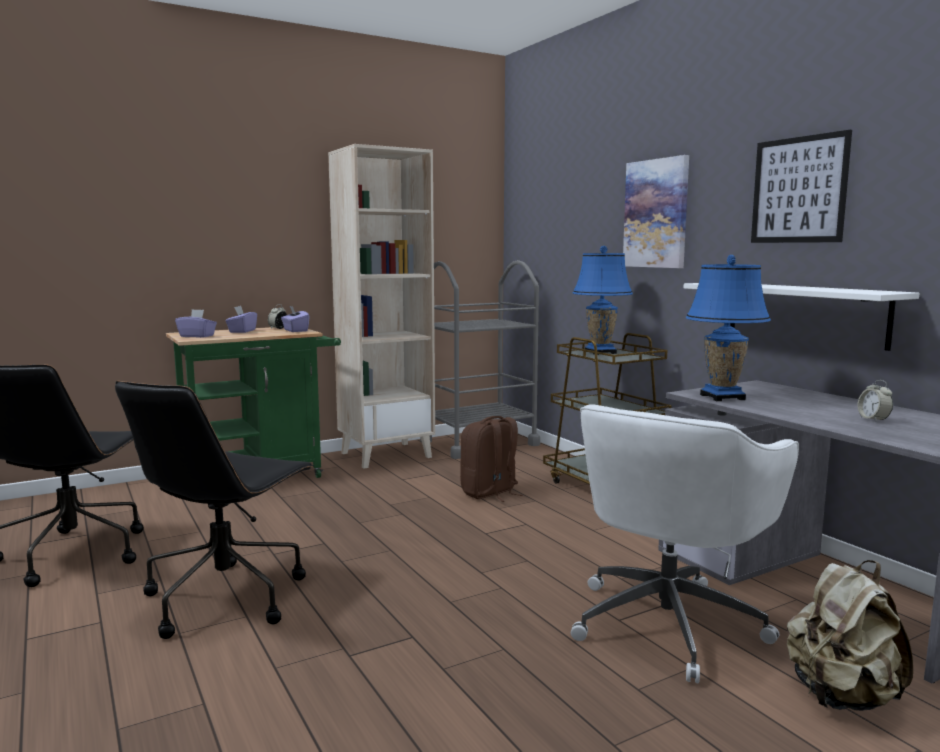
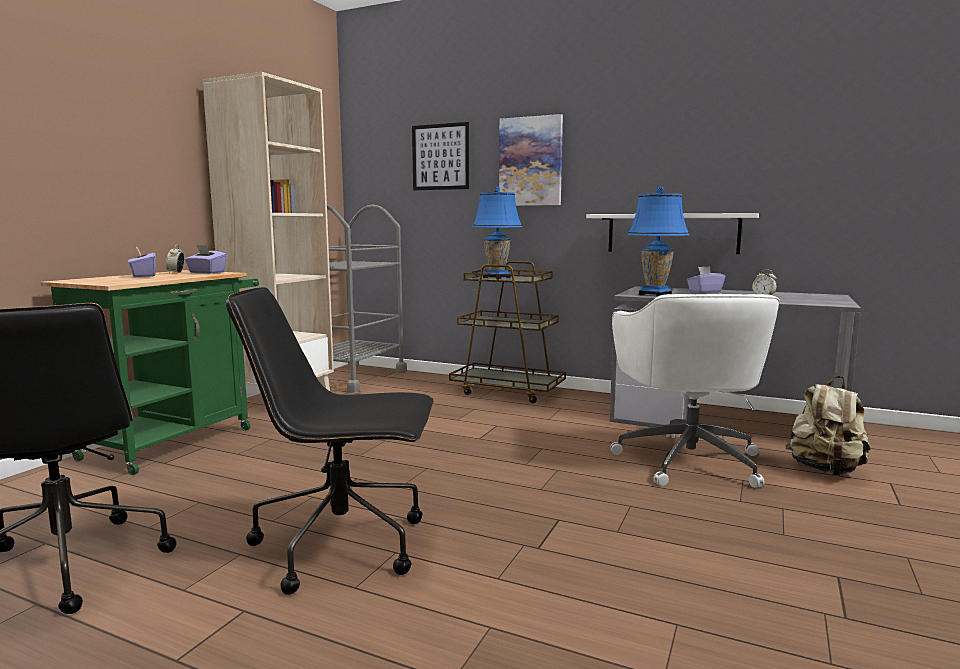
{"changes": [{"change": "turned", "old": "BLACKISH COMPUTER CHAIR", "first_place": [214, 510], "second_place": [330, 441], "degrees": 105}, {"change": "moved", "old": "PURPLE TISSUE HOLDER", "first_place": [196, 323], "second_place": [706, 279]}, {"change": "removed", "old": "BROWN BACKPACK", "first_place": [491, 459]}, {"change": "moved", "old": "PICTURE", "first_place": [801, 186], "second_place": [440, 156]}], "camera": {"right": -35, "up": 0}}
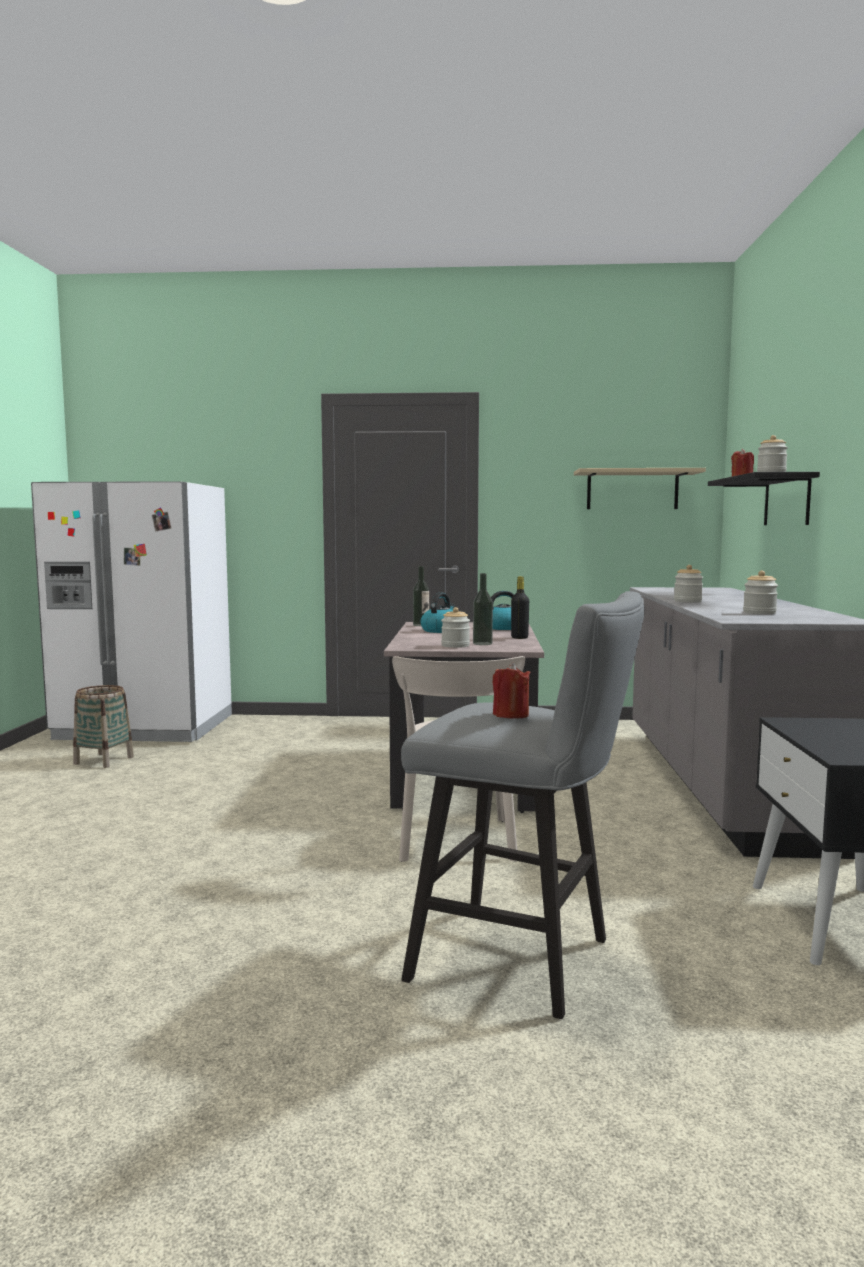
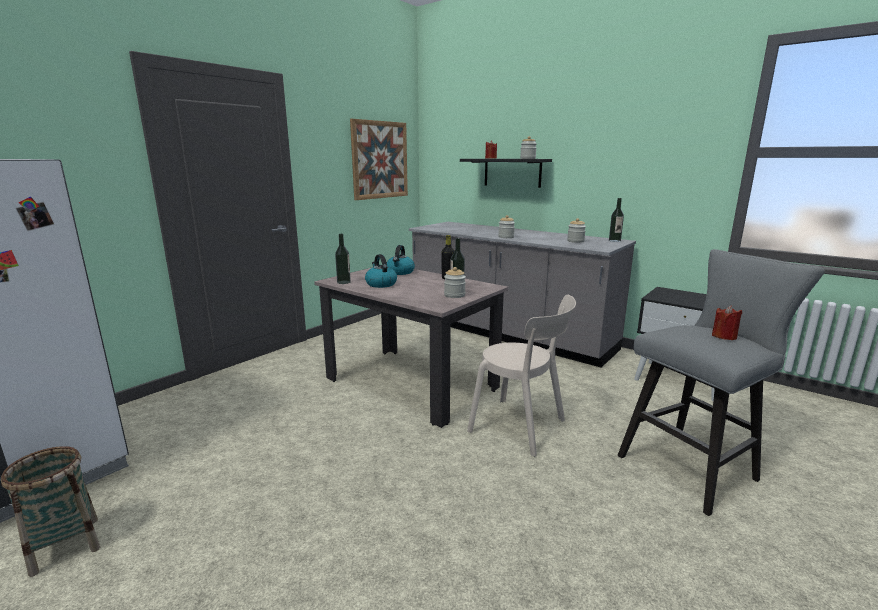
{"changes": [{"change": "replaced", "old": "BEIGE WALL SHELF", "new": "PICTURE", "first_place": [640, 488], "second_place": [379, 159]}, {"change": "added", "new": "DRINK BOTTLE", "second_place": [616, 220]}], "camera": {"right": -55, "up": 10}}
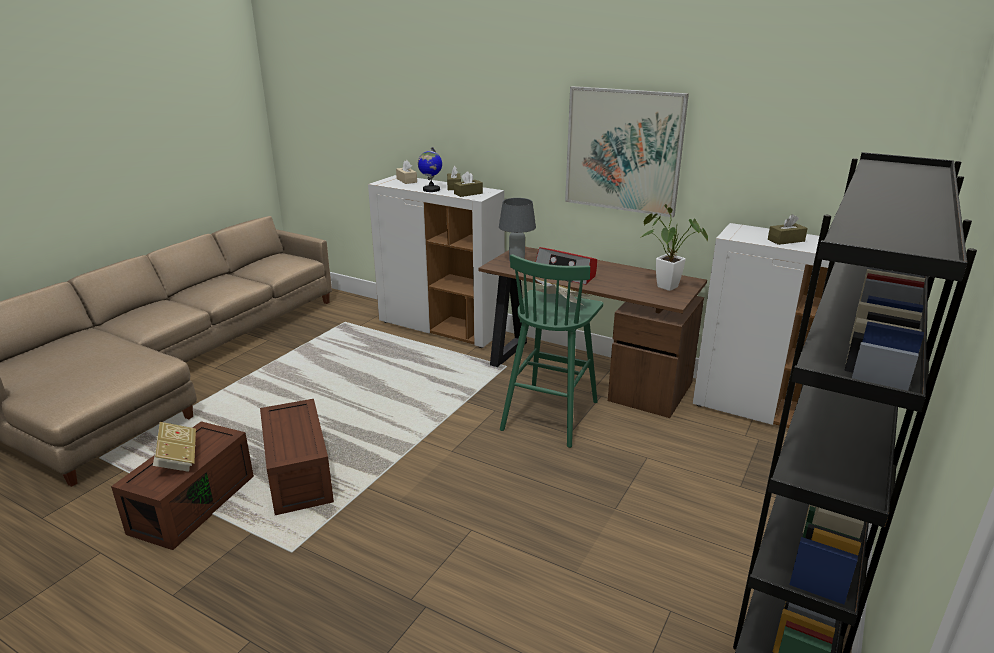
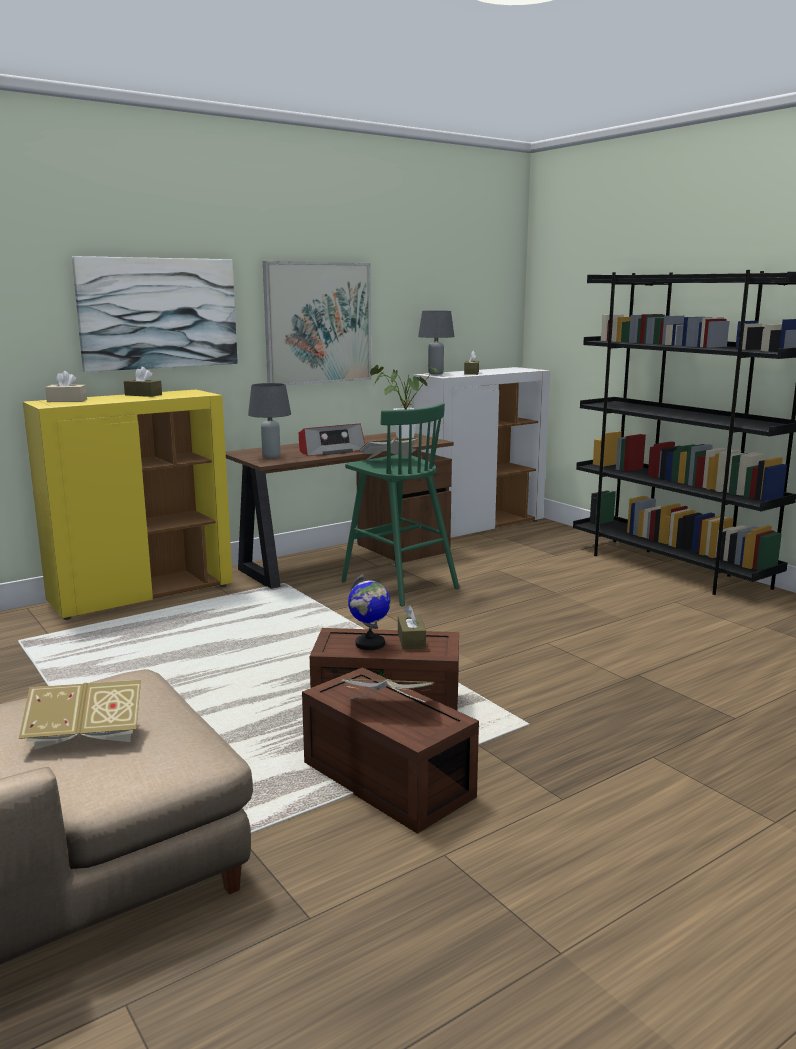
{"changes": [{"change": "recoloured", "old": "WHITE STORAGE CABINET", "new": "YELLOW STORAGE CABINET", "first_place": [436, 261], "second_place": [128, 505]}, {"change": "moved", "old": "WORLD GLOBE", "first_place": [430, 169], "second_place": [369, 612]}, {"change": "moved", "old": "BROWN TISSUE HOLDER", "first_place": [468, 184], "second_place": [412, 627]}, {"change": "added", "new": "VOLUME", "second_place": [80, 715]}, {"change": "added", "new": "PICTURE", "second_place": [155, 314]}, {"change": "added", "new": "GREYISH TABLETOP LAMP", "second_place": [436, 342]}], "camera": {"right": -65, "up": -10}}
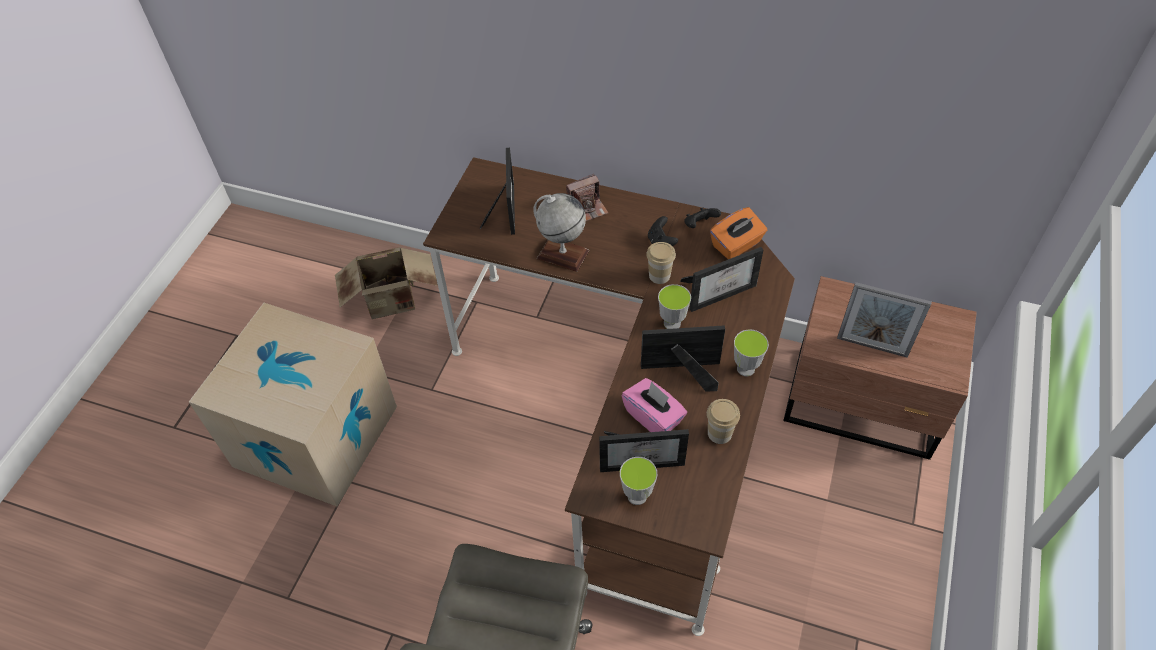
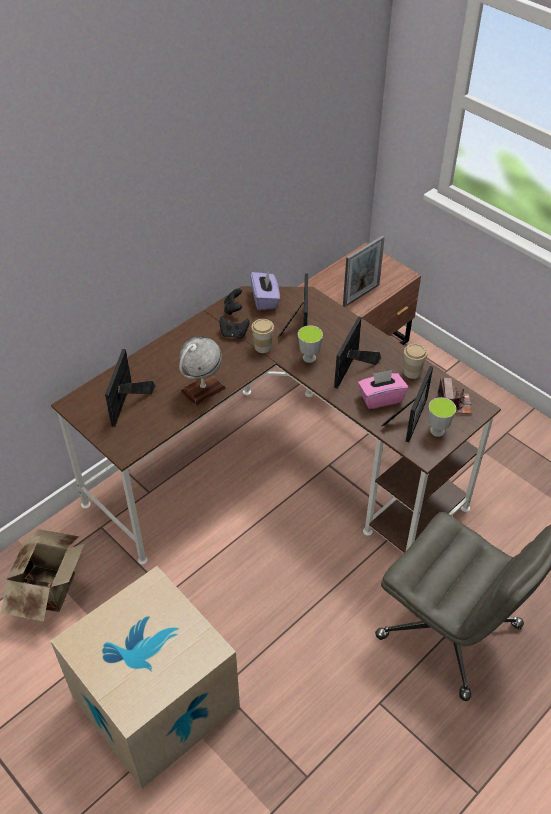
{"changes": [{"change": "turned", "old": "STANDING FRAME", "first_place": [497, 191], "second_place": [130, 388], "degrees": -105}, {"change": "moved", "old": "STILL CAMERA", "first_place": [587, 197], "second_place": [454, 396]}, {"change": "recoloured", "old": "ORANGE-COLOURED TISSUE HOLDER", "new": "PURPLE TISSUE HOLDER", "first_place": [739, 233], "second_place": [265, 290]}, {"change": "removed", "old": "SMALL CUP", "first_place": [751, 352]}], "camera": {"right": -65, "up": -5}}
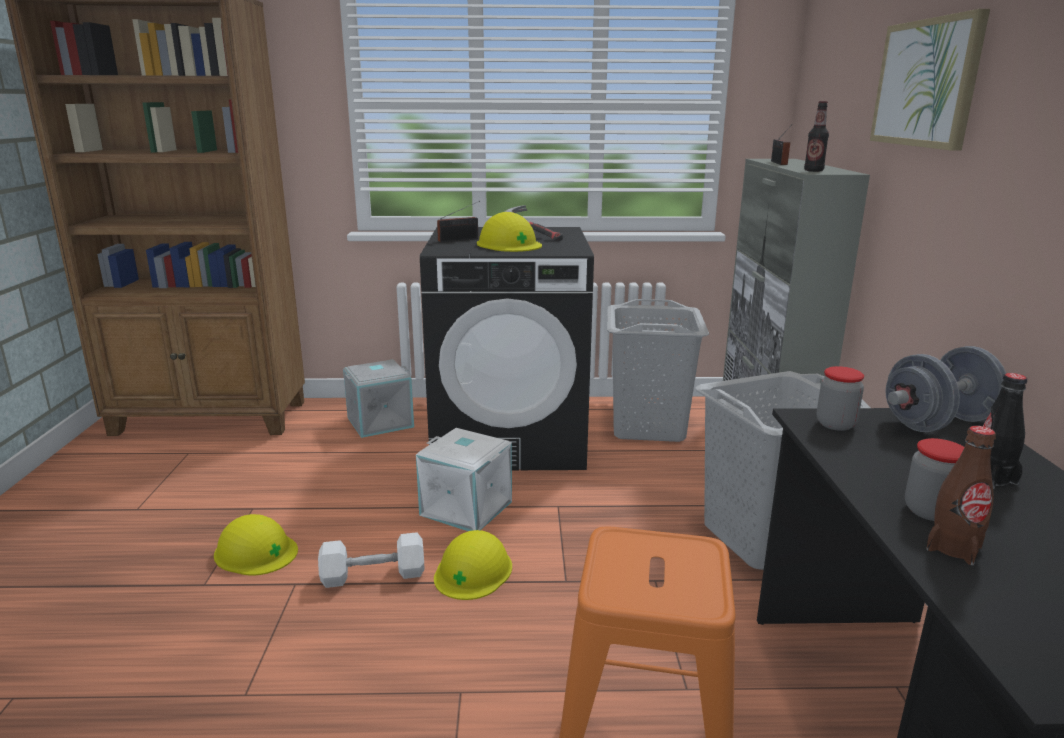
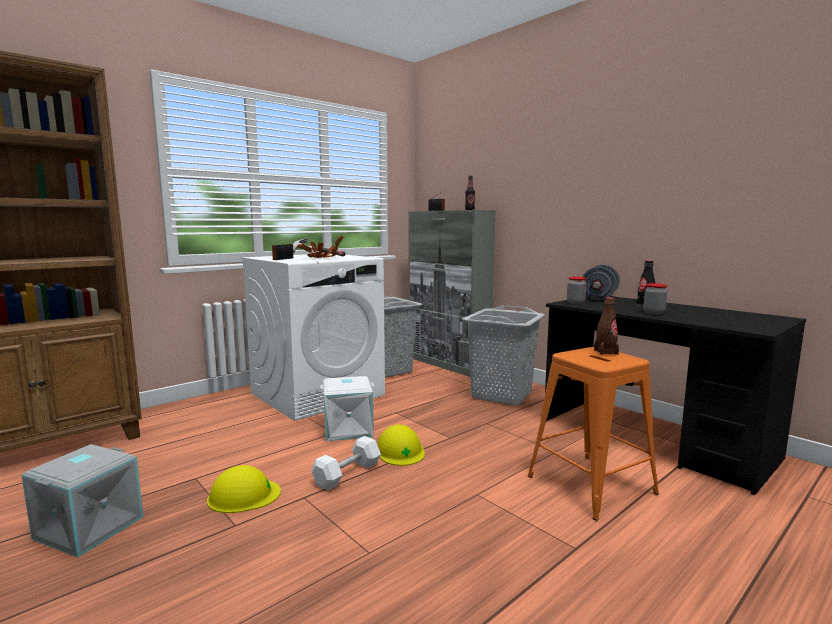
{"changes": [{"change": "moved", "old": "GREYISH STORAGE BOX", "first_place": [378, 399], "second_place": [82, 501]}, {"change": "recoloured", "old": "BLACKISH LAUNDRY MACHINE", "new": "WHITE LAUNDRY MACHINE", "first_place": [507, 348], "second_place": [313, 337]}, {"change": "replaced", "old": "YELLOW SAFETY HELMET", "new": "HOUSEPLANT", "first_place": [509, 232], "second_place": [320, 246]}, {"change": "removed", "old": "PICTURE", "first_place": [930, 80]}, {"change": "moved", "old": "BROWN DRINK BOTTLE", "first_place": [961, 495], "second_place": [606, 326]}], "camera": {"right": -40, "up": -10}}
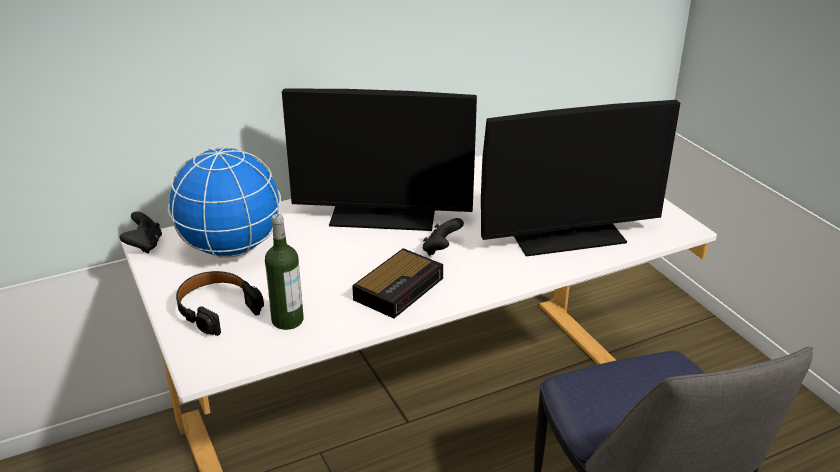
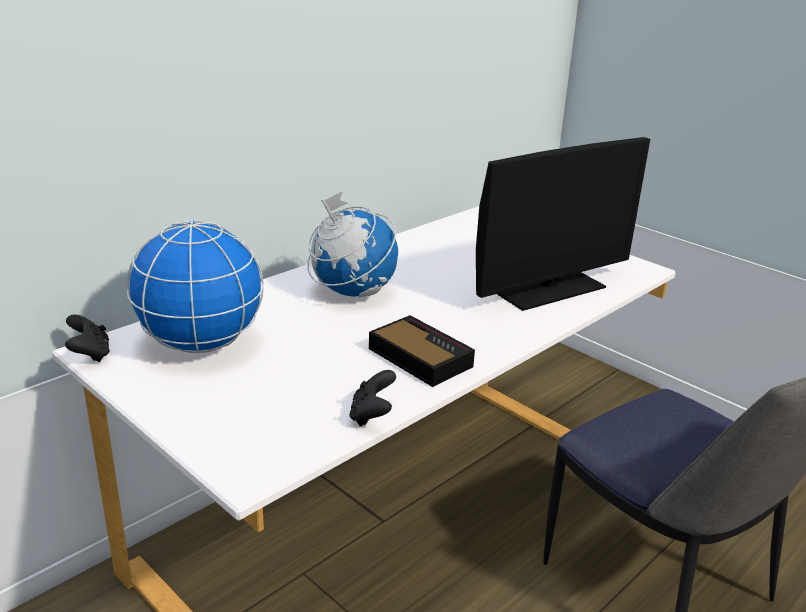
{"changes": [{"change": "removed", "old": "BLACKISH HEADPHONES", "first_place": [220, 303]}, {"change": "removed", "old": "DRINK BOTTLE", "first_place": [284, 272]}, {"change": "replaced", "old": "COMPUTER SCREEN", "new": "WORLD GLOBE", "first_place": [379, 159], "second_place": [352, 244]}, {"change": "turned", "old": "BEDSIDE CLOCK", "first_place": [397, 283], "second_place": [422, 351], "degrees": -60}, {"change": "moved", "old": "BLACKISH JOYPAD", "first_place": [443, 237], "second_place": [372, 398]}], "camera": {"right": -20, "up": -5}}
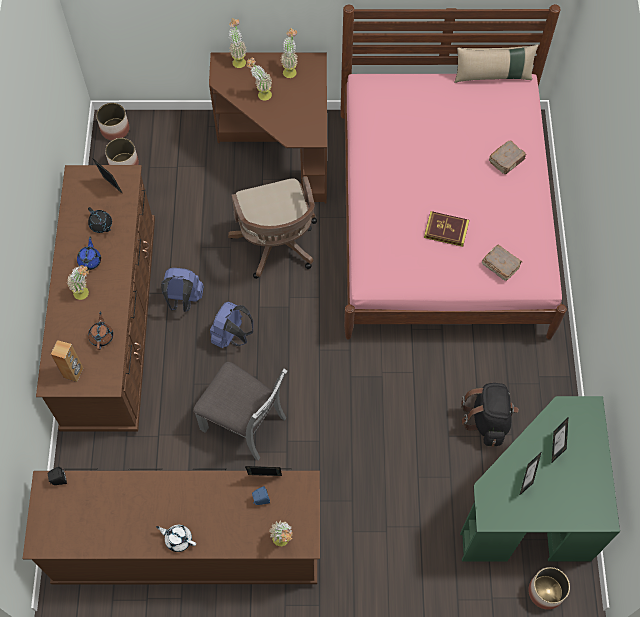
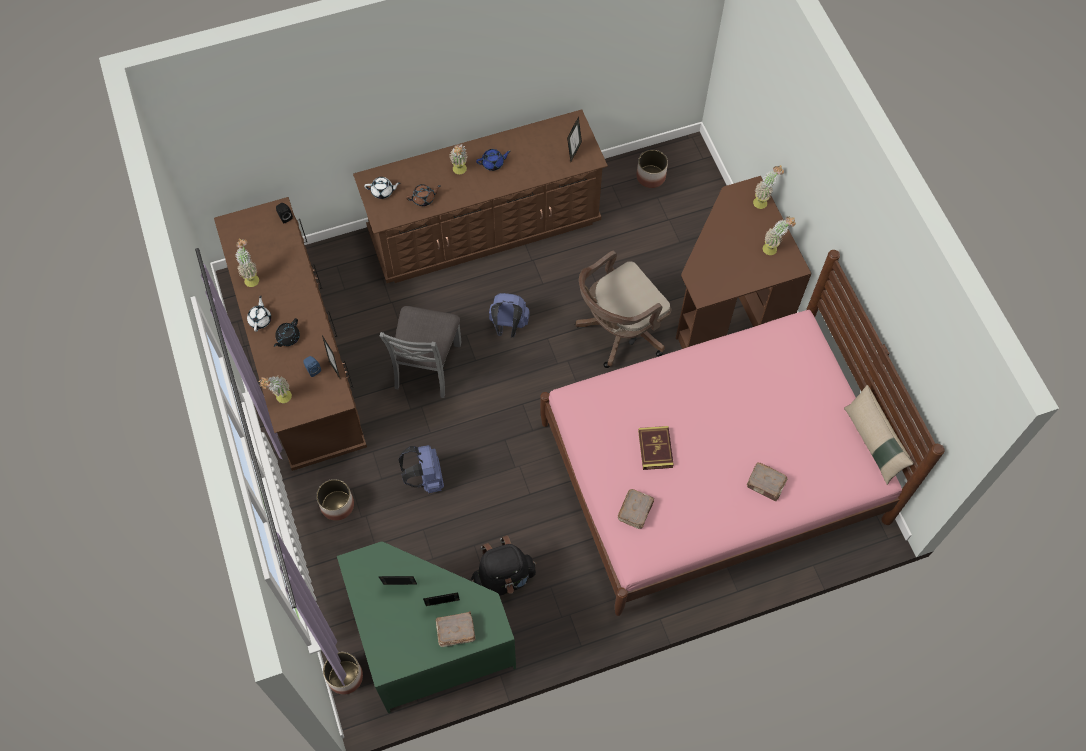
{"changes": [{"change": "replaced", "old": "BROWN LOUDSPEAKER", "new": "WHITE TEA POT", "first_place": [67, 361], "second_place": [382, 188]}, {"change": "moved", "old": "BLACKISH TEA POT", "first_place": [100, 220], "second_place": [287, 332]}, {"change": "moved", "old": "FLOWER POT", "first_place": [113, 122], "second_place": [335, 500]}, {"change": "moved", "old": "BLUE-COLOURED BACKPACK", "first_place": [182, 290], "second_place": [421, 469]}, {"change": "moved", "old": "HOUSEPLANT", "first_place": [259, 79], "second_place": [247, 263]}, {"change": "added", "new": "BROWN VOLUME", "second_place": [456, 629]}], "camera": {"right": 70, "up": 0}}
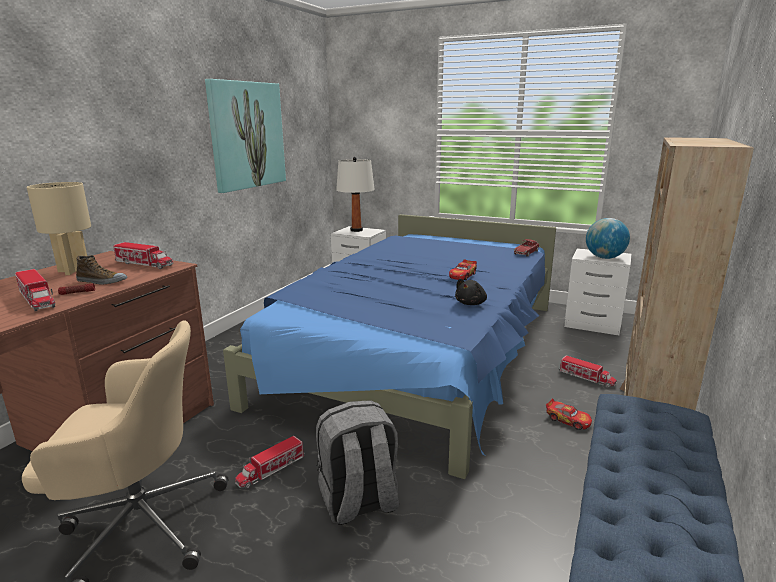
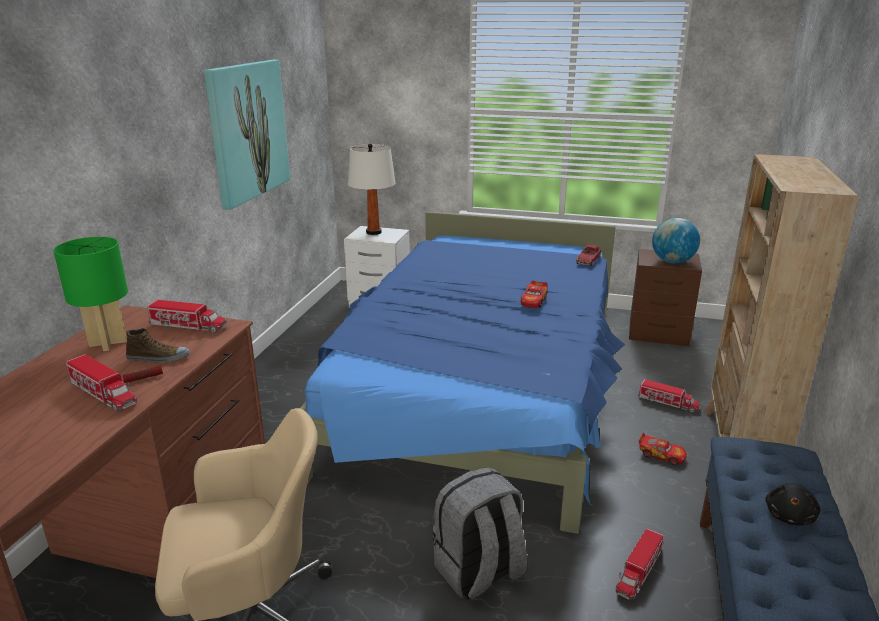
{"changes": [{"change": "recoloured", "old": "BEIGE TABLETOP LAMP", "new": "GREENISH TABLETOP LAMP", "first_place": [59, 228], "second_place": [90, 294]}, {"change": "moved", "old": "TOY TRUCK", "first_place": [270, 462], "second_place": [640, 564]}, {"change": "moved", "old": "BLACKISH SOFT TOY", "first_place": [471, 292], "second_place": [792, 504]}, {"change": "recoloured", "old": "WHITE NIGHTSTAND", "new": "BROWN NIGHTSTAND", "first_place": [598, 292], "second_place": [665, 297]}], "camera": {"right": -10, "up": 5}}
